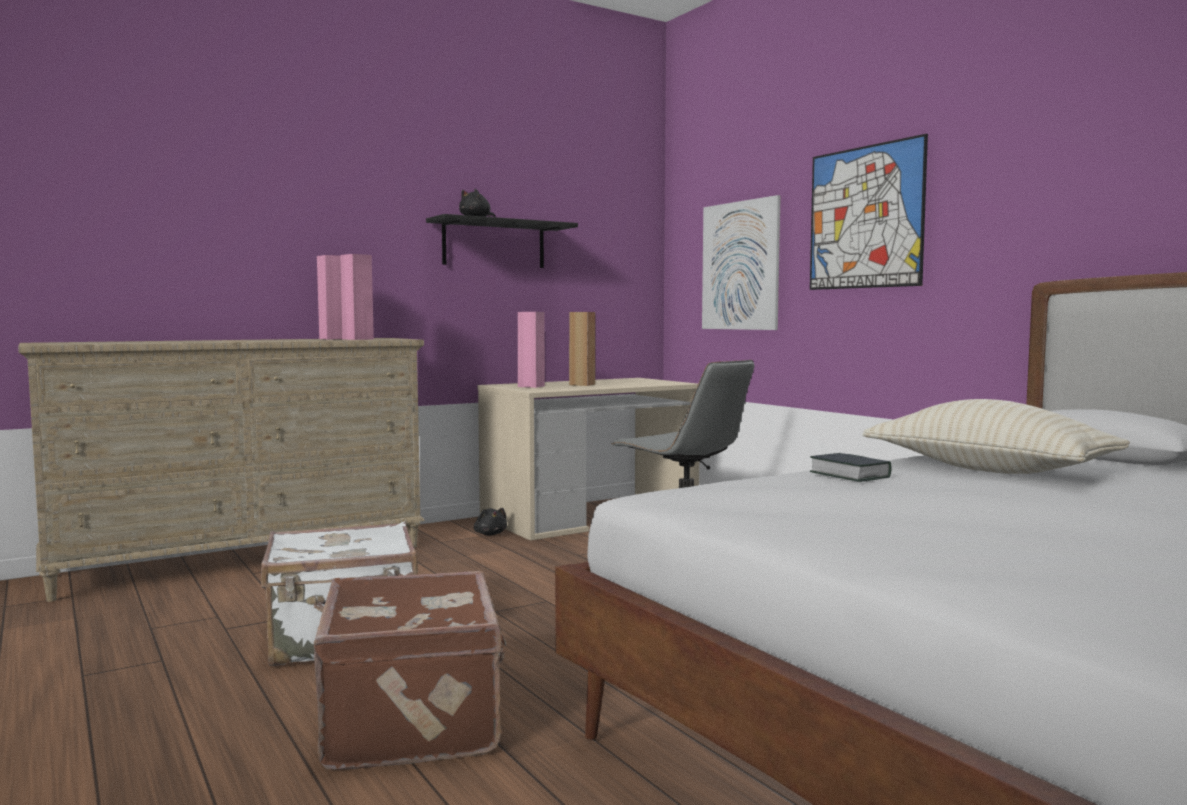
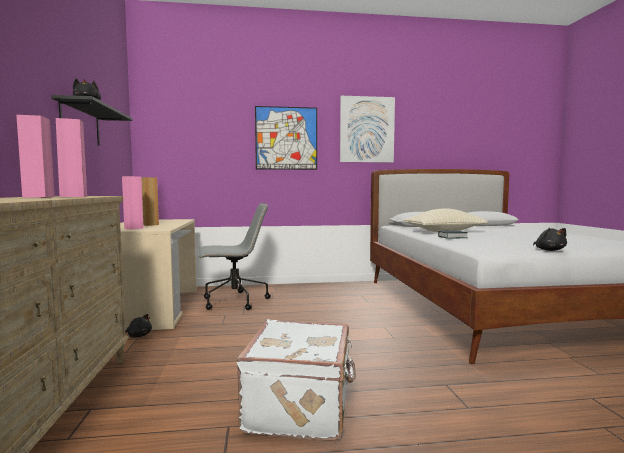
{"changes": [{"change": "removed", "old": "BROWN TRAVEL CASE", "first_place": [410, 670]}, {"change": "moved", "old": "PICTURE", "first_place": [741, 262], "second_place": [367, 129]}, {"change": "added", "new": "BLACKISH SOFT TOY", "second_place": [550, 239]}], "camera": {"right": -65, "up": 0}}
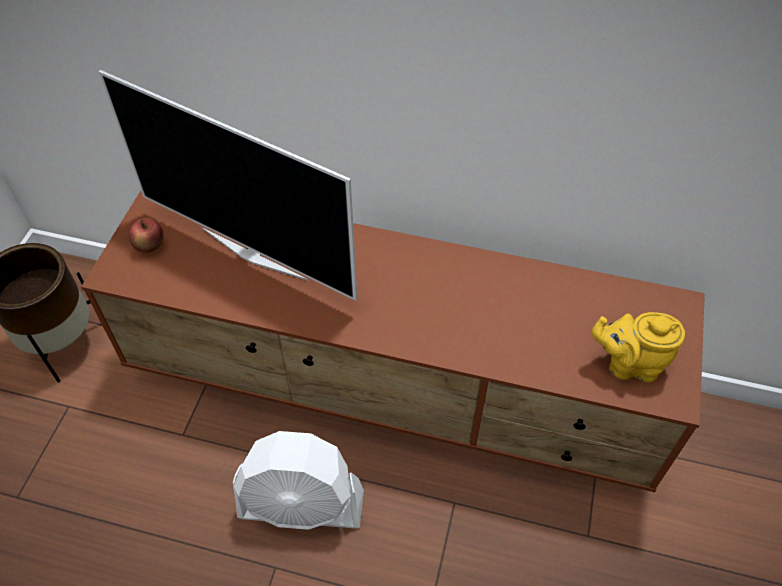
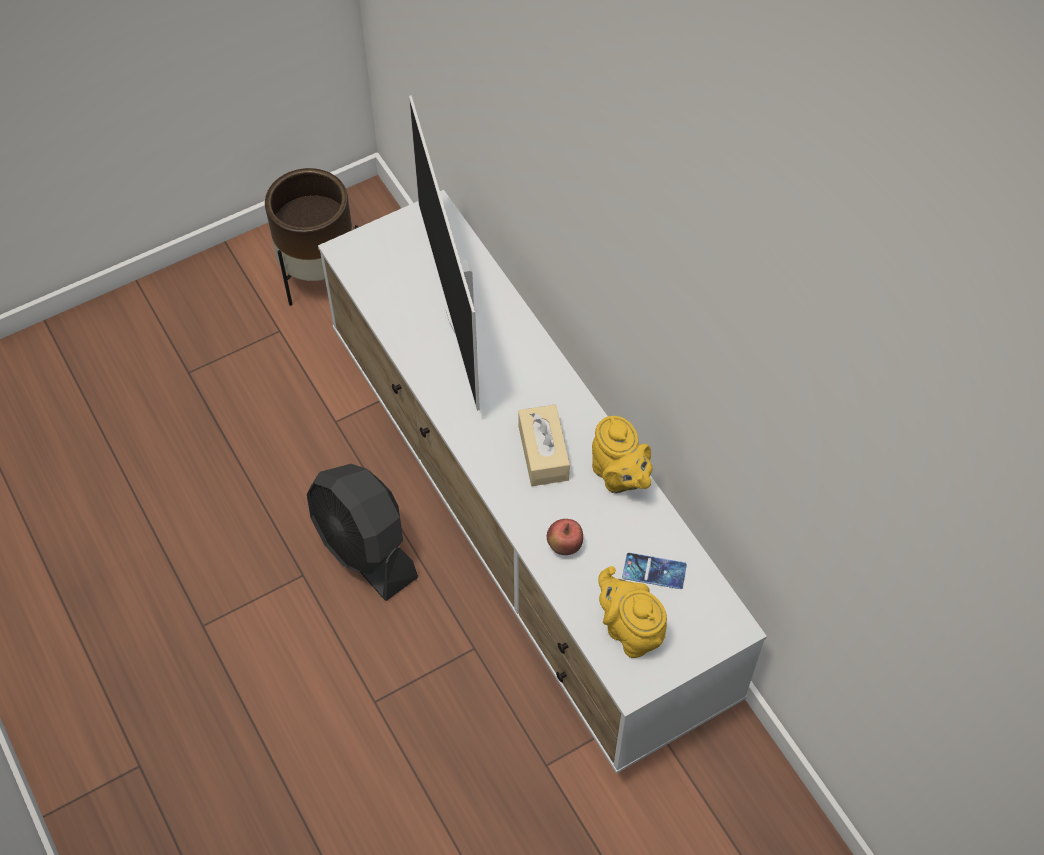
{"changes": [{"change": "recoloured", "old": "BROWN TV UNIT", "new": "WHITE TV UNIT", "first_place": [393, 341], "second_place": [542, 482]}, {"change": "moved", "old": "APPLE", "first_place": [146, 235], "second_place": [565, 537]}, {"change": "recoloured", "old": "WHITE COOLING FAN", "new": "BLACKISH COOLING FAN", "first_place": [298, 480], "second_place": [362, 532]}, {"change": "added", "new": "BEIGE TISSUE HOLDER", "second_place": [544, 445]}, {"change": "added", "new": "YELLOW TEA POT", "second_place": [622, 455]}, {"change": "added", "new": "PHONE", "second_place": [654, 571]}], "camera": {"right": 45, "up": 5}}
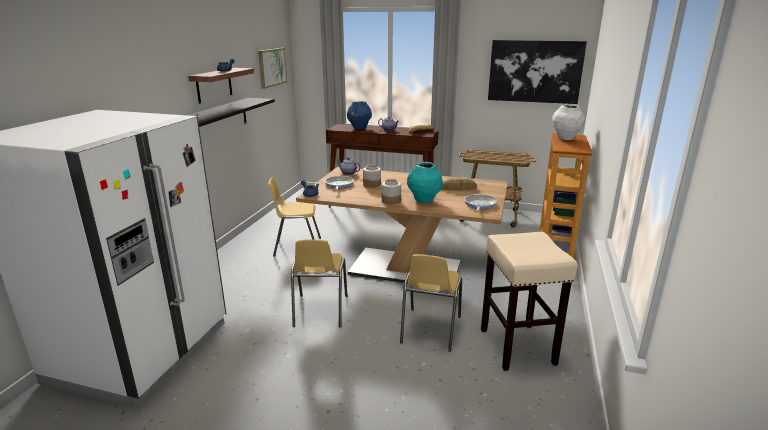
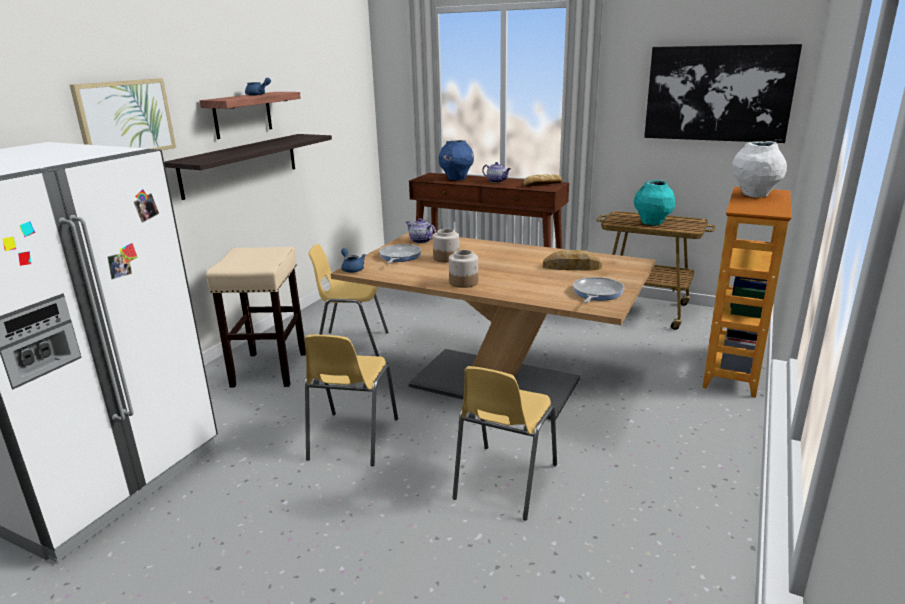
{"changes": [{"change": "moved", "old": "PICTURE", "first_place": [272, 68], "second_place": [123, 114]}, {"change": "moved", "old": "BLUE-GREEN VASE", "first_place": [425, 182], "second_place": [654, 202]}, {"change": "moved", "old": "BEIGE STOOL", "first_place": [529, 301], "second_place": [256, 317]}], "camera": {"right": 10, "up": 0}}
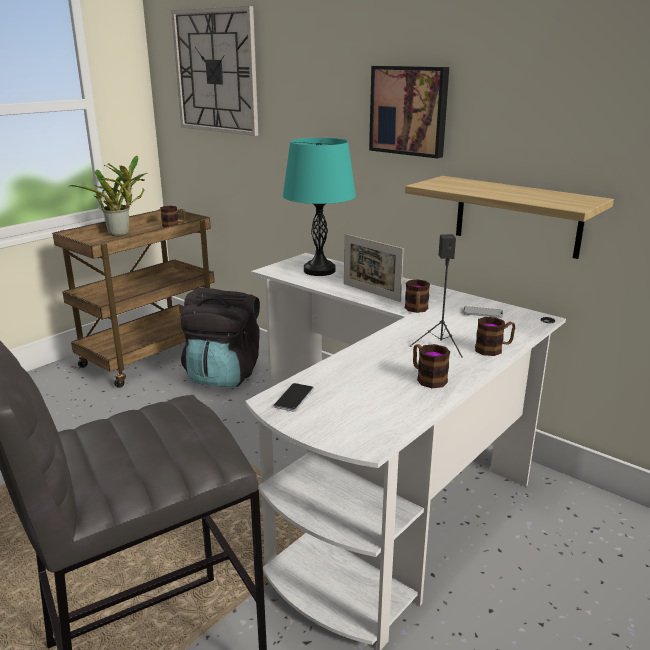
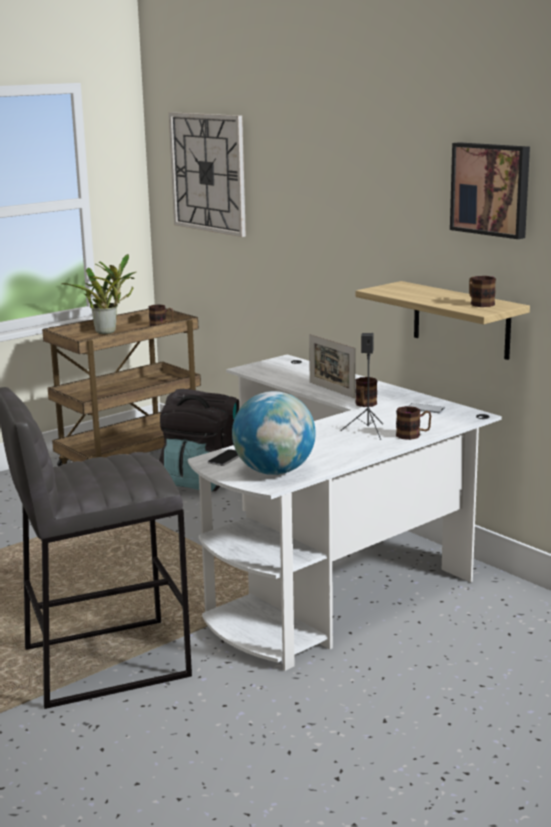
{"changes": [{"change": "removed", "old": "BLUE-GREEN TABLETOP LAMP", "first_place": [319, 207]}, {"change": "moved", "old": "PICTURE", "first_place": [409, 112], "second_place": [490, 190]}, {"change": "moved", "old": "TEA MUG", "first_place": [431, 366], "second_place": [482, 291]}, {"change": "added", "new": "WORLD GLOBE", "second_place": [274, 433]}], "camera": {"right": 10, "up": -5}}
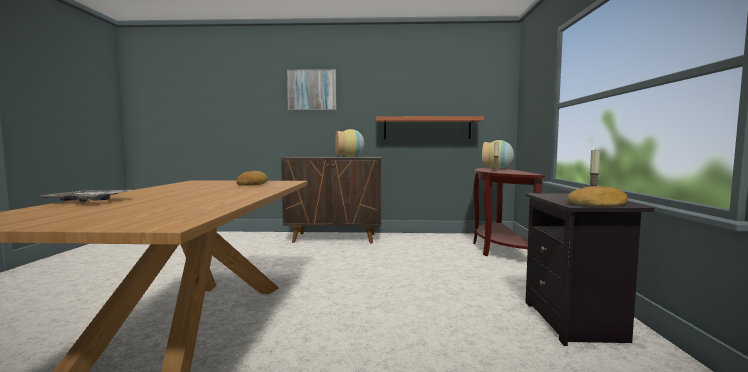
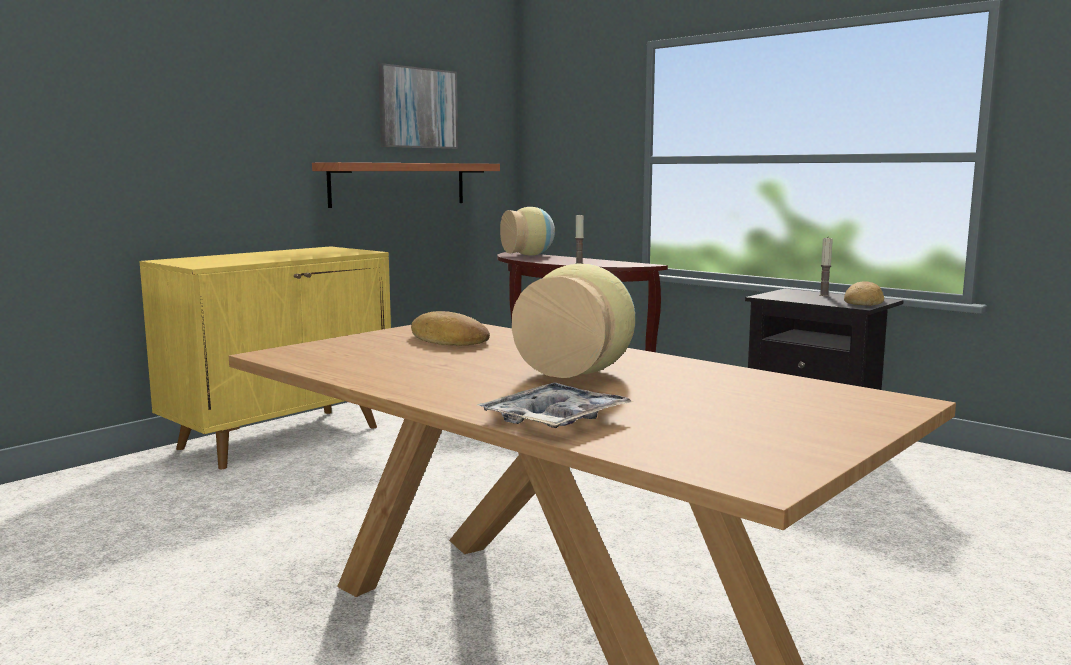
{"changes": [{"change": "recoloured", "old": "BROWN STORAGE CABINET", "new": "YELLOW STORAGE CABINET", "first_place": [331, 200], "second_place": [265, 357]}, {"change": "moved", "old": "PICTURE", "first_place": [312, 89], "second_place": [418, 106]}, {"change": "moved", "old": "VASE", "first_place": [349, 143], "second_place": [573, 321]}], "camera": {"right": -50, "up": 5}}
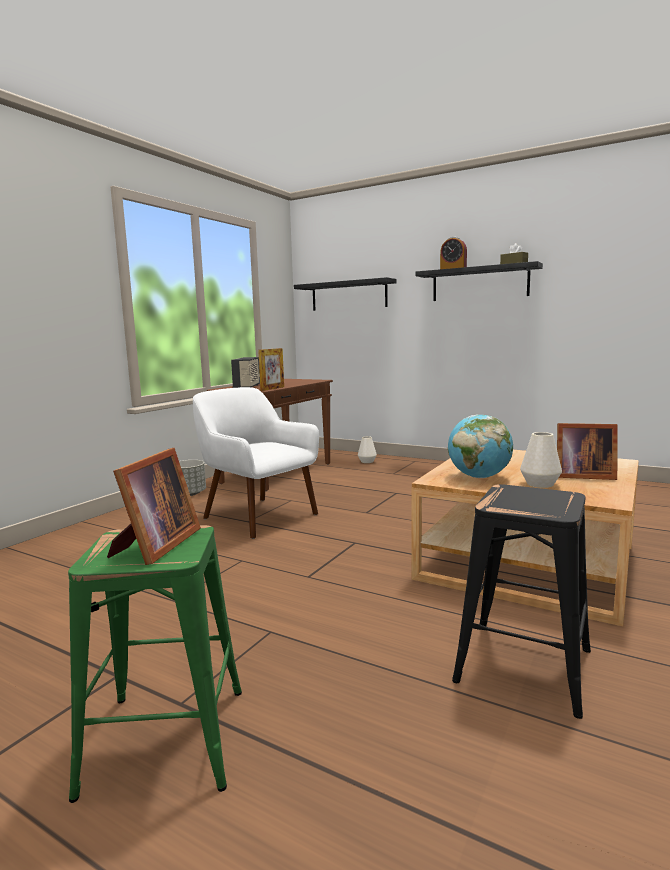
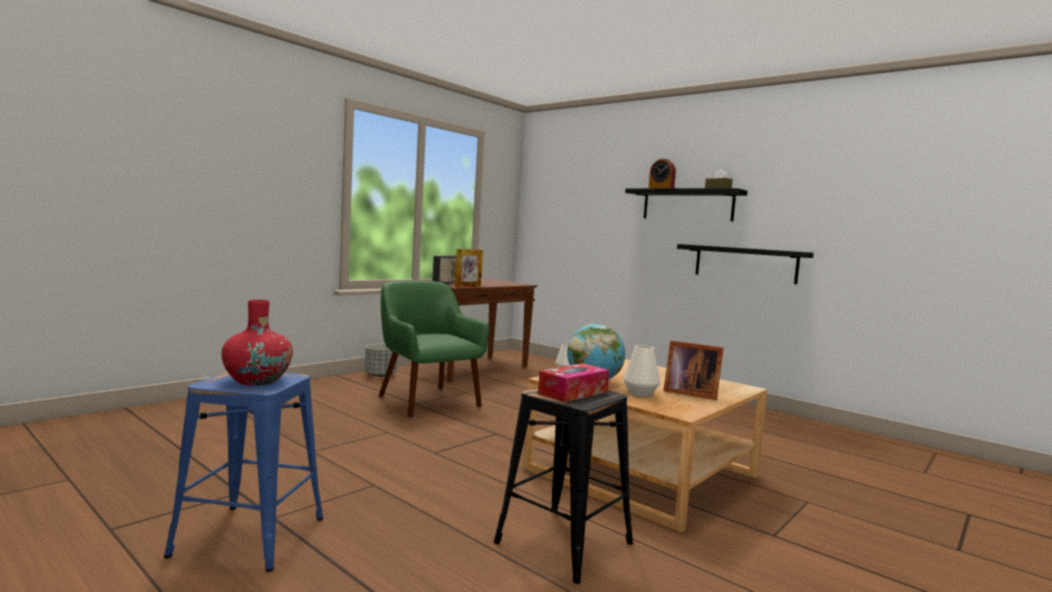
{"changes": [{"change": "recoloured", "old": "GREENISH STOOL", "new": "BLUE-COLOURED STOOL", "first_place": [155, 664], "second_place": [243, 472]}, {"change": "replaced", "old": "STANDING FRAME", "new": "RED VASE", "first_place": [154, 506], "second_place": [257, 343]}, {"change": "recoloured", "old": "WHITE EASY CHAIR", "new": "GREENISH EASY CHAIR", "first_place": [256, 463], "second_place": [434, 349]}, {"change": "moved", "old": "BLACKISH WALL SHELF", "first_place": [345, 294], "second_place": [745, 264]}, {"change": "added", "new": "TISSUE HOLDER", "second_place": [573, 382]}], "camera": {"right": 10, "up": -5}}
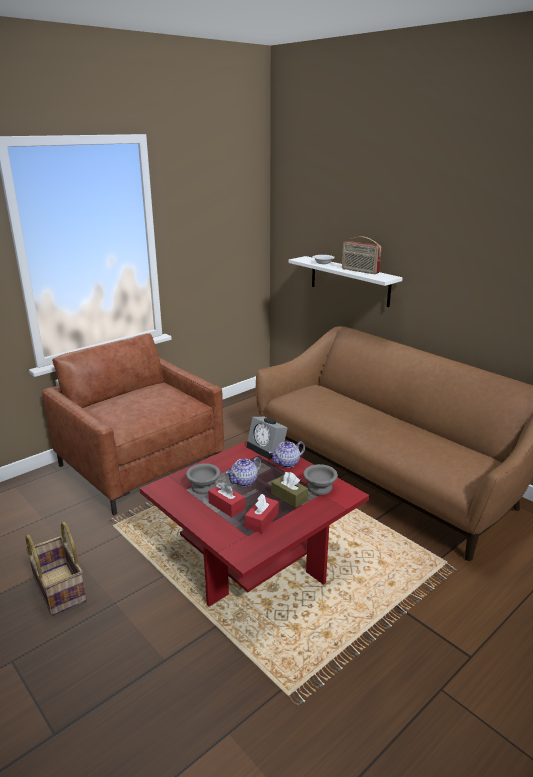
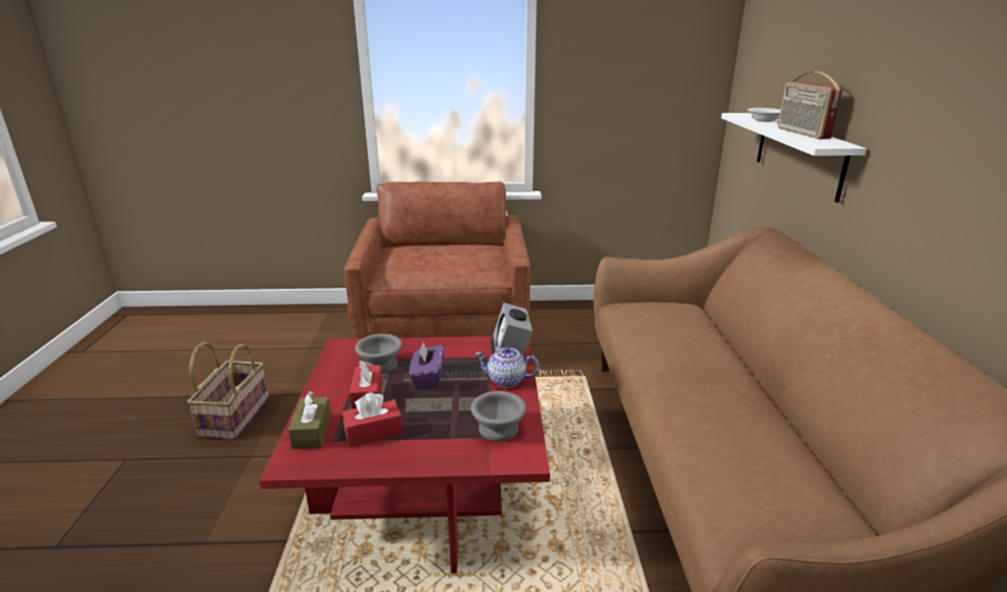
{"changes": [{"change": "replaced", "old": "TEA POT", "new": "PURPLE TISSUE HOLDER", "first_place": [243, 472], "second_place": [426, 365]}, {"change": "moved", "old": "BROWN TISSUE HOLDER", "first_place": [289, 490], "second_place": [309, 420]}], "camera": {"right": 40, "up": 0}}
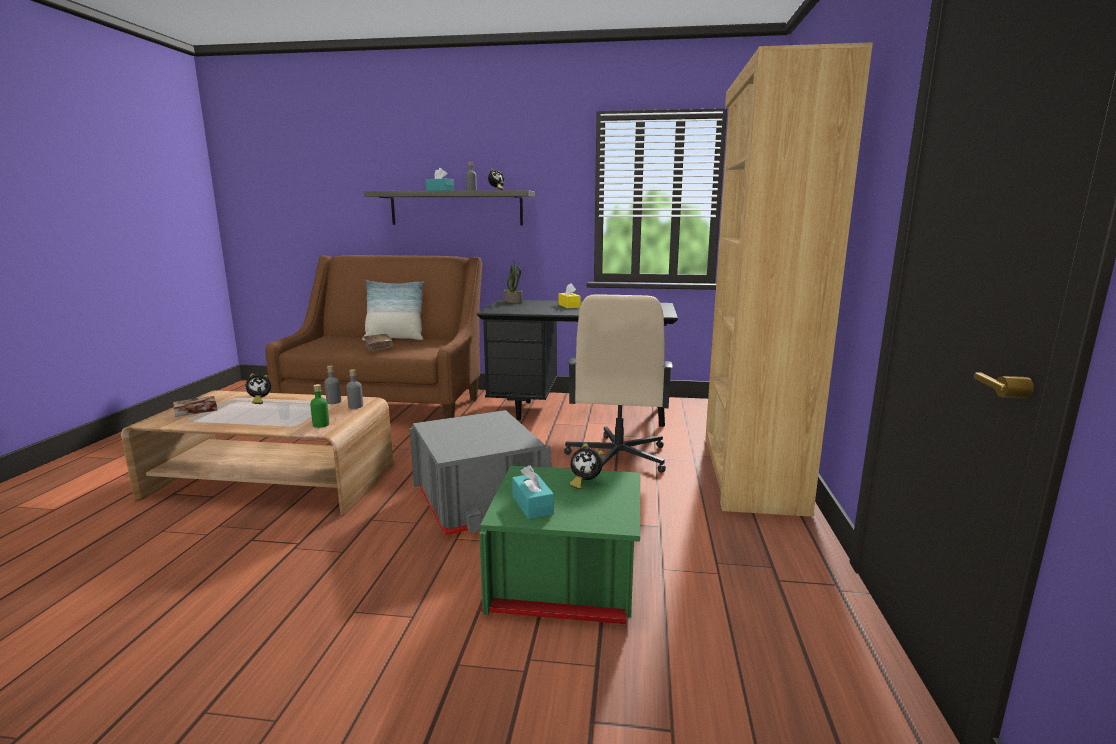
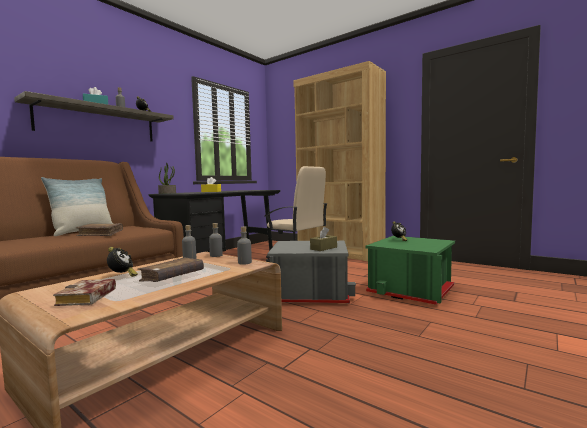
{"changes": [{"change": "recoloured", "old": "GREENISH DRINK BOTTLE", "new": "GREYISH DRINK BOTTLE", "first_place": [319, 406], "second_place": [244, 246]}, {"change": "removed", "old": "BLUE-GREEN TISSUE HOLDER", "first_place": [533, 492]}, {"change": "added", "new": "BROWN VOLUME", "second_place": [170, 269]}, {"change": "added", "new": "BROWN TISSUE HOLDER", "second_place": [323, 239]}], "camera": {"right": -60, "up": -10}}
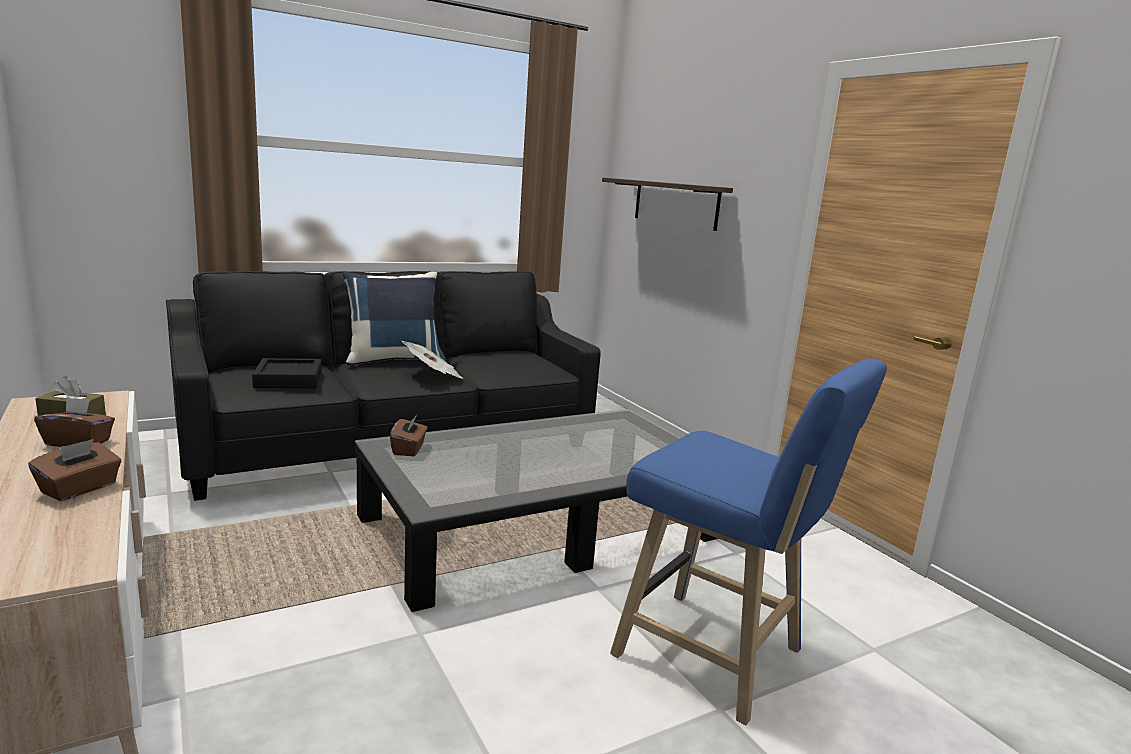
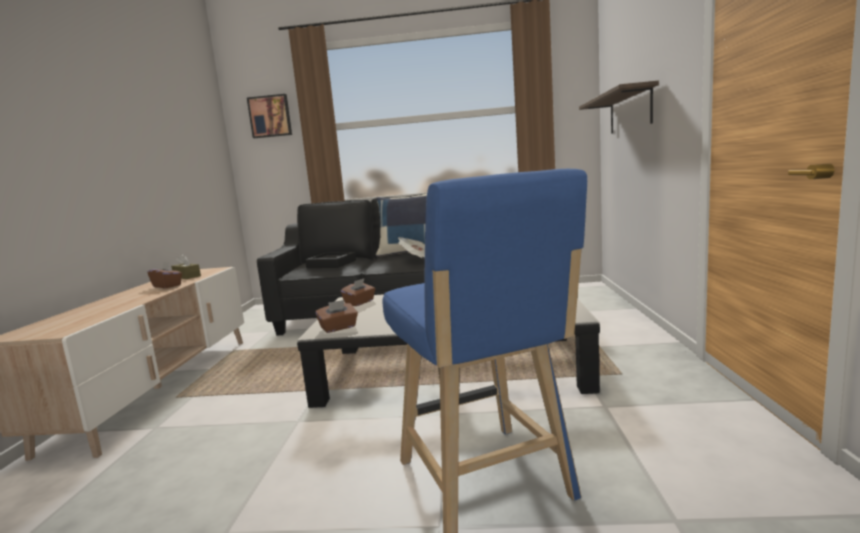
{"changes": [{"change": "moved", "old": "BROWN TISSUE HOLDER", "first_place": [74, 470], "second_place": [336, 316]}, {"change": "added", "new": "PICTURE", "second_place": [269, 116]}], "camera": {"right": 35, "up": -5}}
